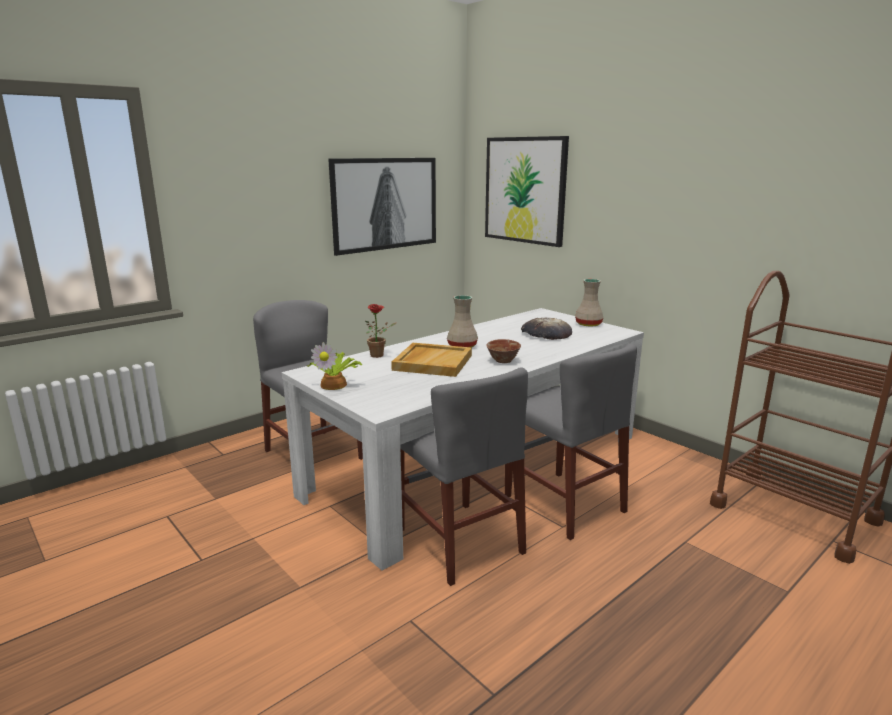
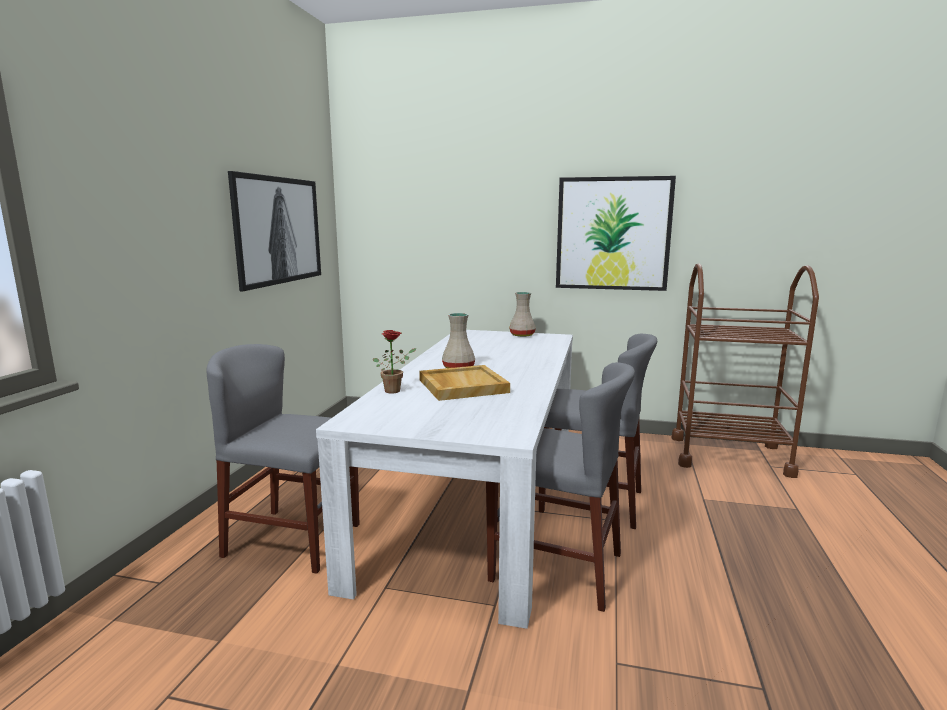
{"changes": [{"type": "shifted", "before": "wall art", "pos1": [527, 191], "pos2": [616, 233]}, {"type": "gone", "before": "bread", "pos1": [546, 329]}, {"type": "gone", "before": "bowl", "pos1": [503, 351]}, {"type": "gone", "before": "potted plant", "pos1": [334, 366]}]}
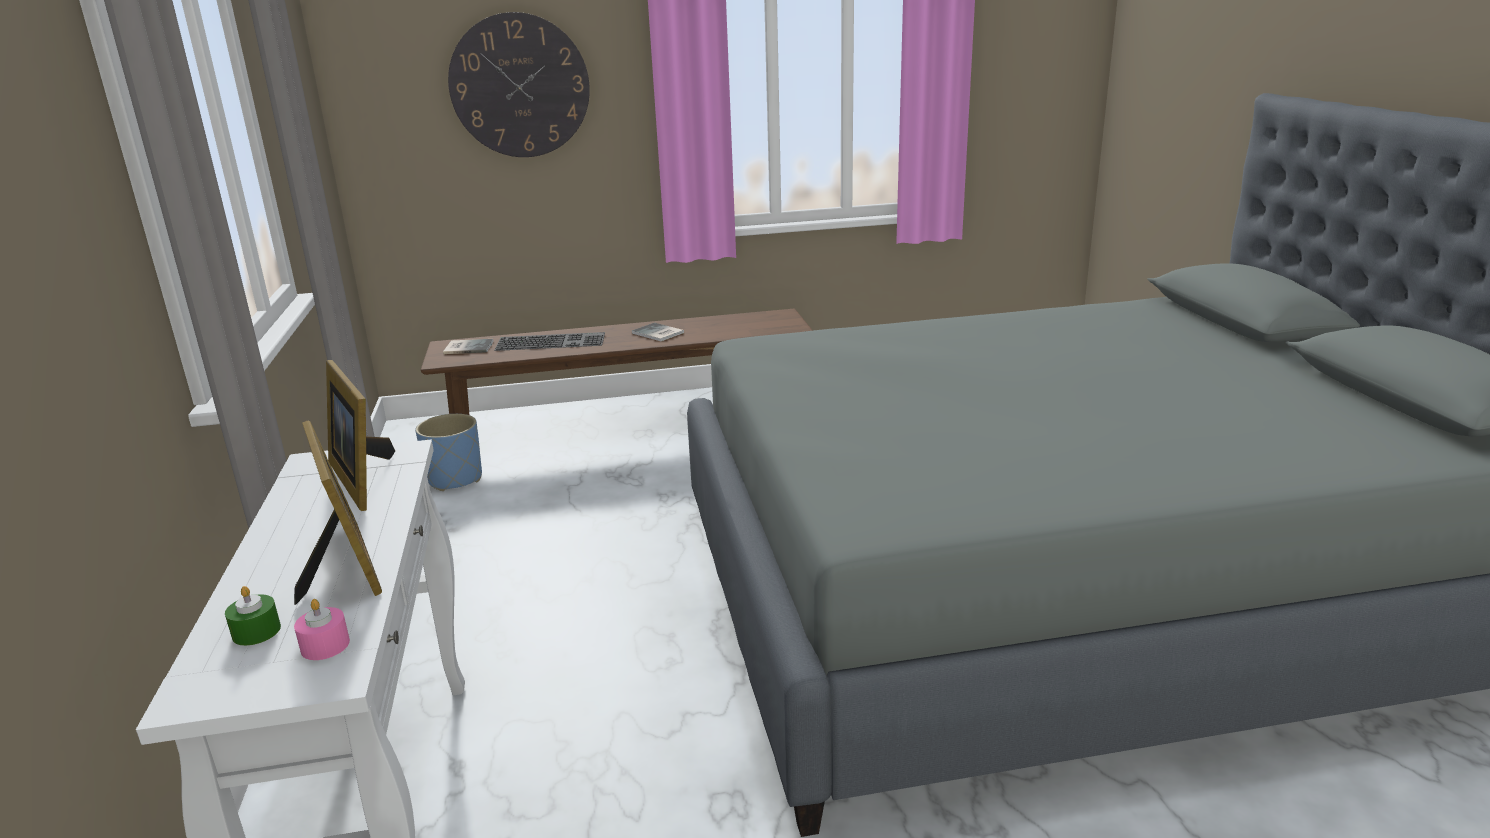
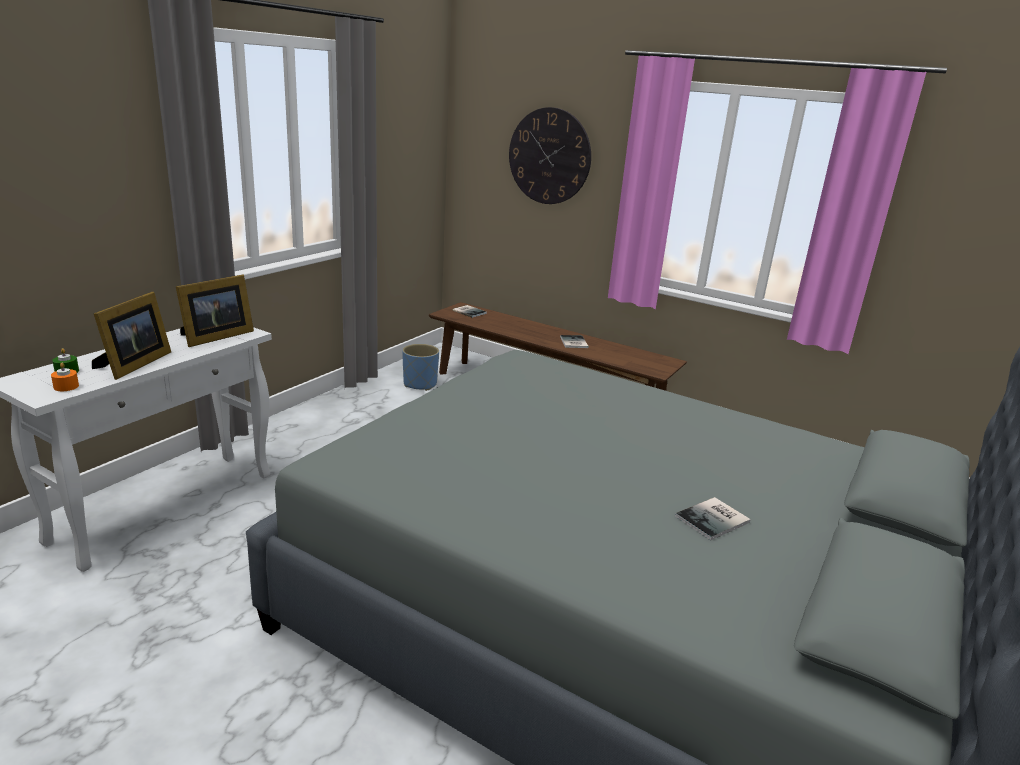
{"changes": [{"type": "gone", "before": "keyboard", "pos1": [549, 341]}, {"type": "rotated", "before": "photo frame", "pos1": [360, 435], "pos2": [215, 311], "turn": -150}, {"type": "repainted", "before": "pinkish candle", "after": "orange-coloured candle", "pos1": [322, 629], "pos2": [65, 376]}, {"type": "new", "after": "book", "pos2": [713, 519]}]}
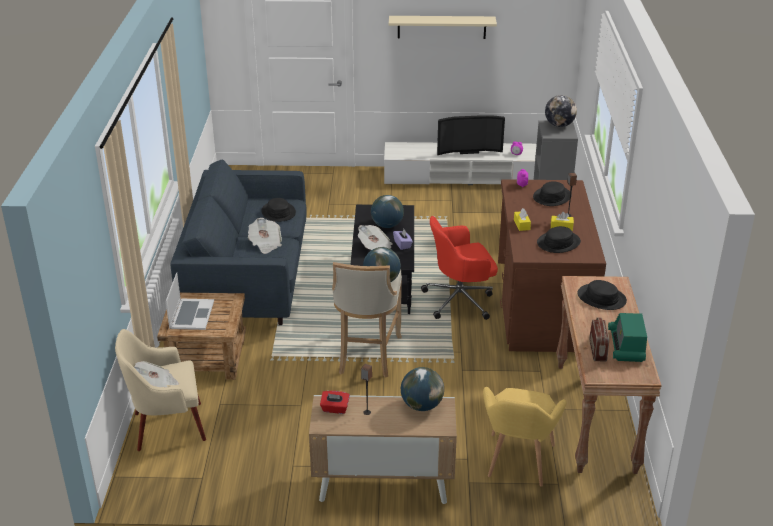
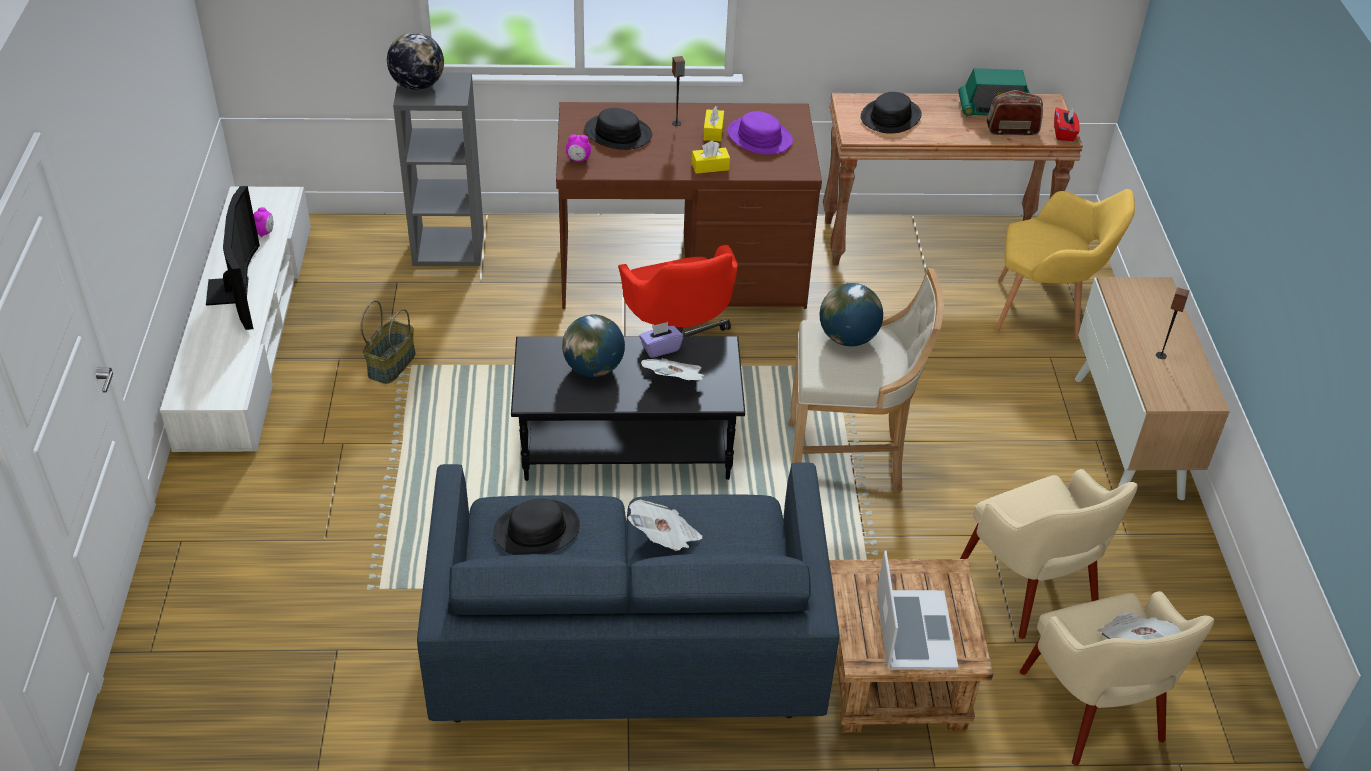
{"changes": [{"type": "gone", "before": "beige-coloured shelf", "pos1": [443, 27]}, {"type": "repainted", "before": "blackish wearable hat", "after": "purplish wearable hat", "pos1": [559, 239], "pos2": [760, 133]}, {"type": "rotated", "before": "notebook computer", "pos1": [190, 301], "pos2": [917, 610], "turn": 90}, {"type": "gone", "before": "world globe", "pos1": [422, 389]}, {"type": "shifted", "before": "red tissue box", "pos1": [335, 402], "pos2": [1067, 124]}, {"type": "new", "after": "household basket", "pos2": [388, 342]}, {"type": "new", "after": "beige-coloured armchair", "pos2": [1048, 554]}]}
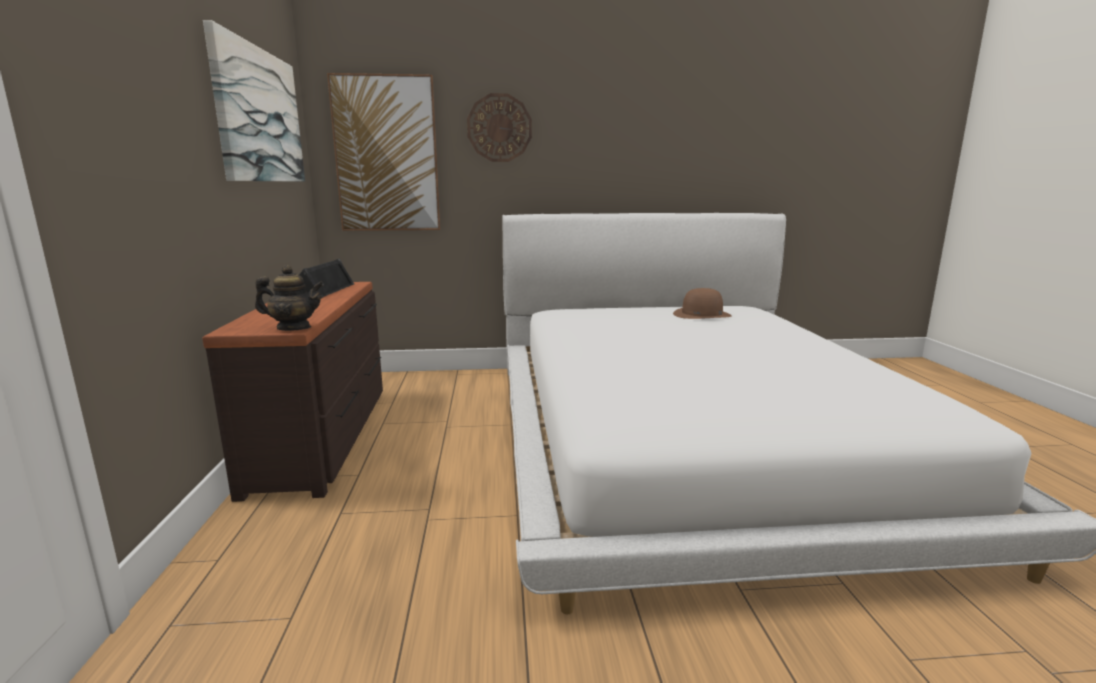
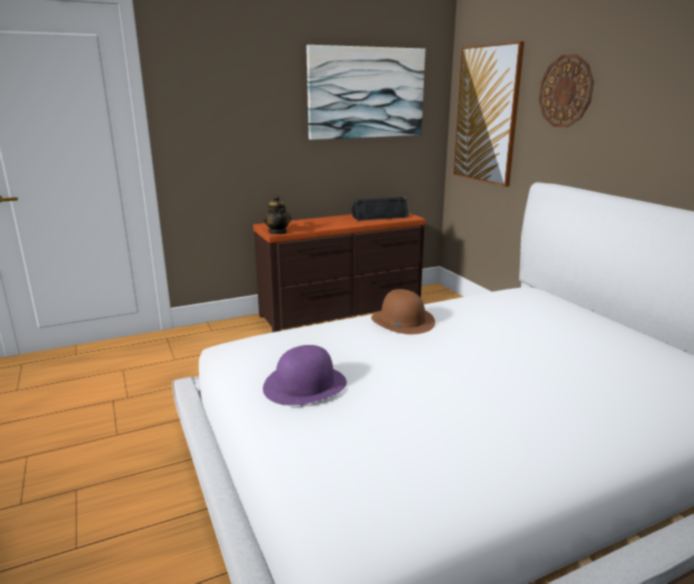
{"changes": [{"type": "shifted", "before": "brown-coloured wearable hat", "pos1": [702, 303], "pos2": [403, 311]}, {"type": "new", "after": "purplish wearable hat", "pos2": [305, 375]}]}
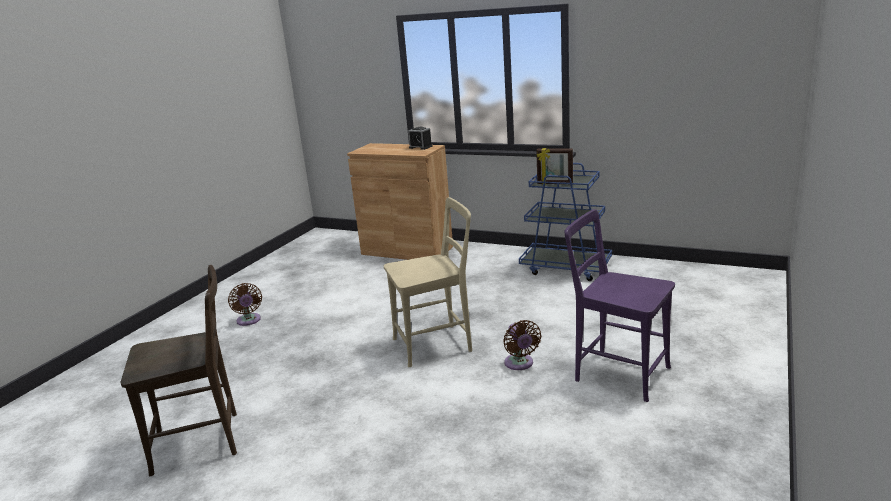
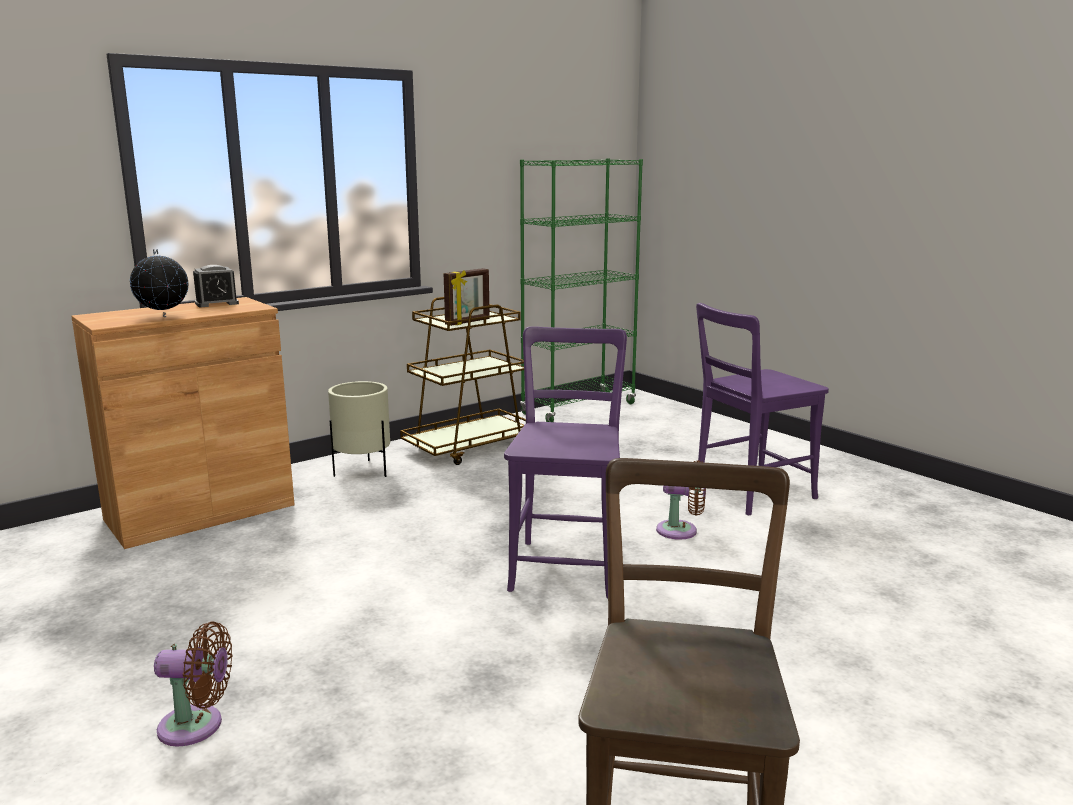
{"changes": [{"type": "repainted", "before": "blue-coloured trolley", "after": "brown-coloured trolley", "pos1": [565, 222], "pos2": [463, 381]}, {"type": "repainted", "before": "beige-coloured chair", "after": "purplish chair", "pos1": [428, 282], "pos2": [565, 462]}, {"type": "new", "after": "green bookcase", "pos2": [581, 290]}, {"type": "new", "after": "world globe", "pos2": [159, 283]}, {"type": "new", "after": "beige-coloured plant pot", "pos2": [359, 429]}]}
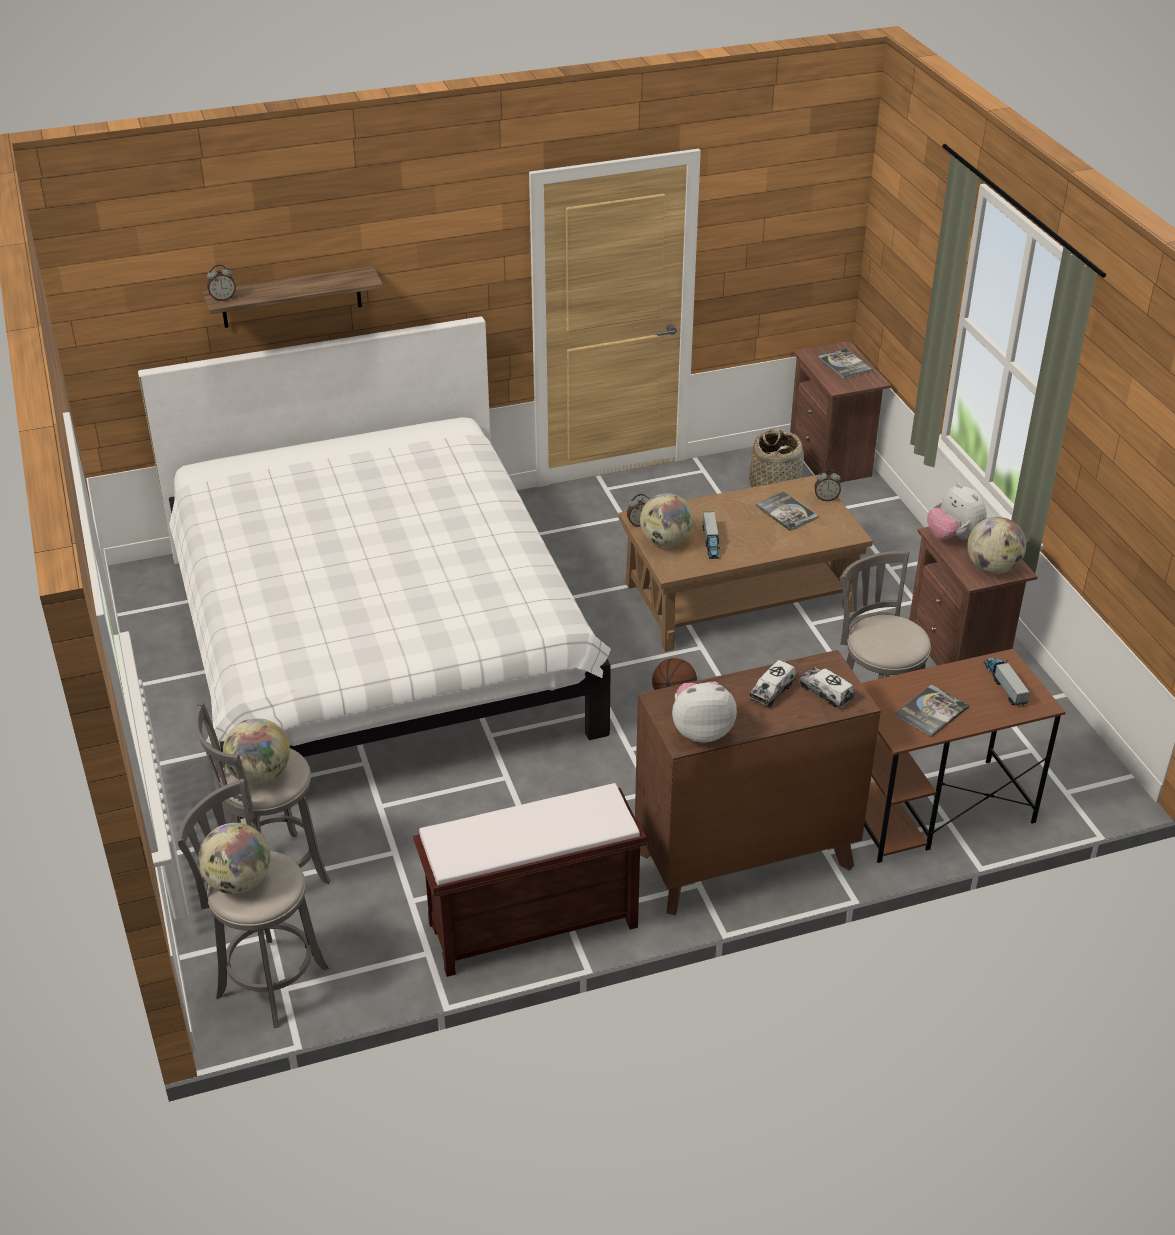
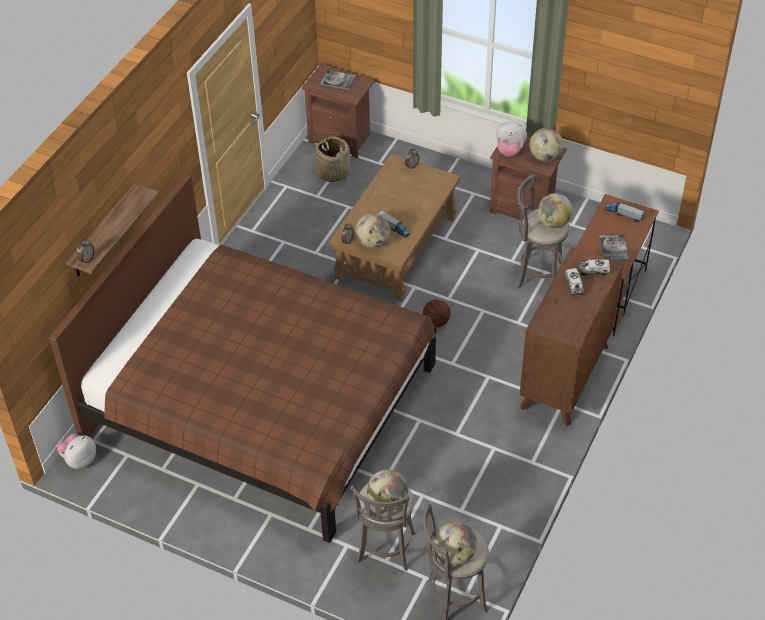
{"changes": [{"type": "repainted", "before": "white bedroom bed", "after": "brown-coloured bedroom bed", "pos1": [374, 567], "pos2": [242, 359]}, {"type": "gone", "before": "book", "pos1": [787, 511]}, {"type": "shifted", "before": "plush toy", "pos1": [704, 712], "pos2": [76, 451]}, {"type": "gone", "before": "brown-coloured long seat", "pos1": [530, 880]}, {"type": "new", "after": "world globe", "pos2": [555, 210]}]}
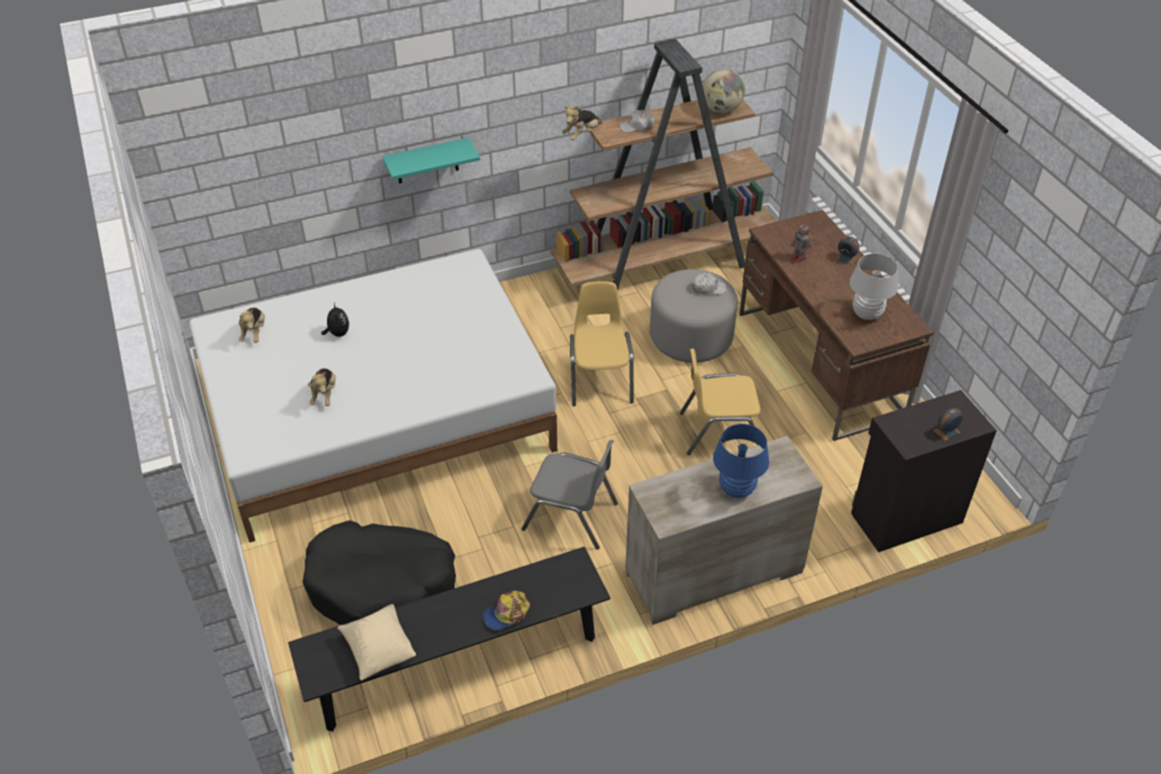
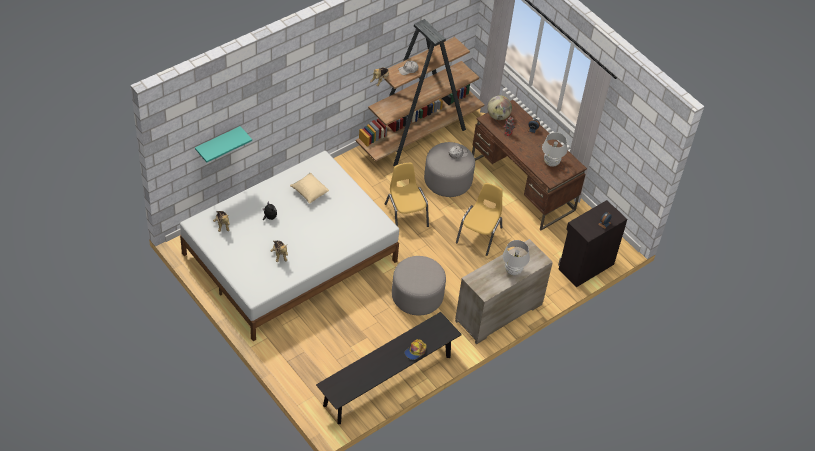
{"changes": [{"type": "shifted", "before": "world globe", "pos1": [723, 91], "pos2": [499, 107]}, {"type": "shifted", "before": "turquoise shelf", "pos1": [431, 161], "pos2": [223, 144]}, {"type": "rotated", "before": "yellowish chair", "pos1": [720, 402], "pos2": [479, 219], "turn": 135}, {"type": "repainted", "before": "blue-coloured table lamp", "after": "white table lamp", "pos1": [741, 461], "pos2": [516, 257]}, {"type": "swapped", "before": "gray chair", "after": "gray footrest", "pos1": [569, 495], "pos2": [419, 286]}, {"type": "gone", "before": "blackish dog bed", "pos1": [379, 572]}, {"type": "shifted", "before": "beige-coloured pillow", "pos1": [376, 642], "pos2": [309, 188]}]}
